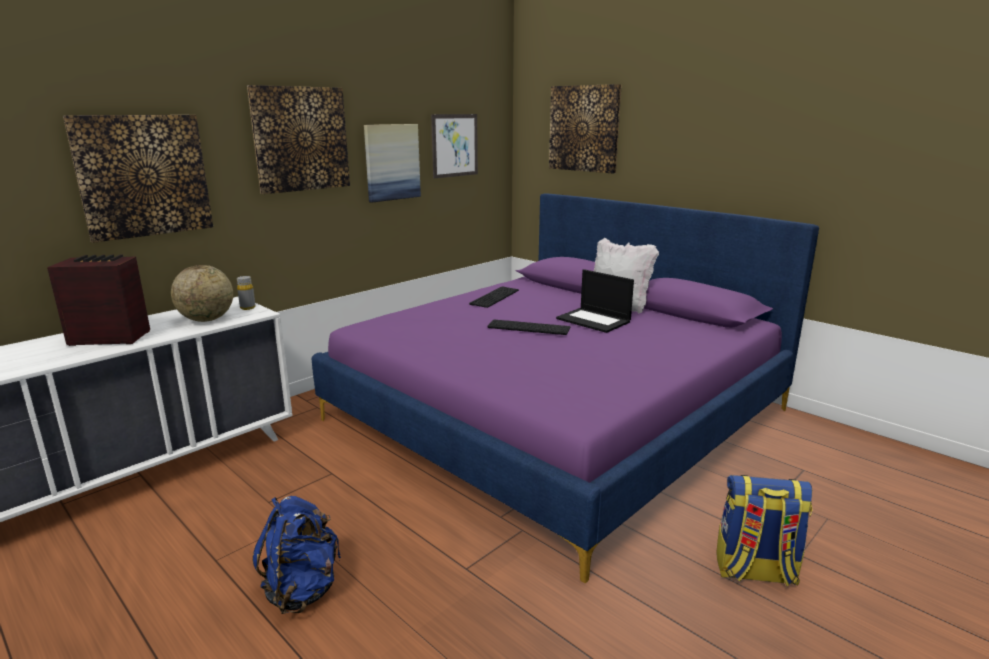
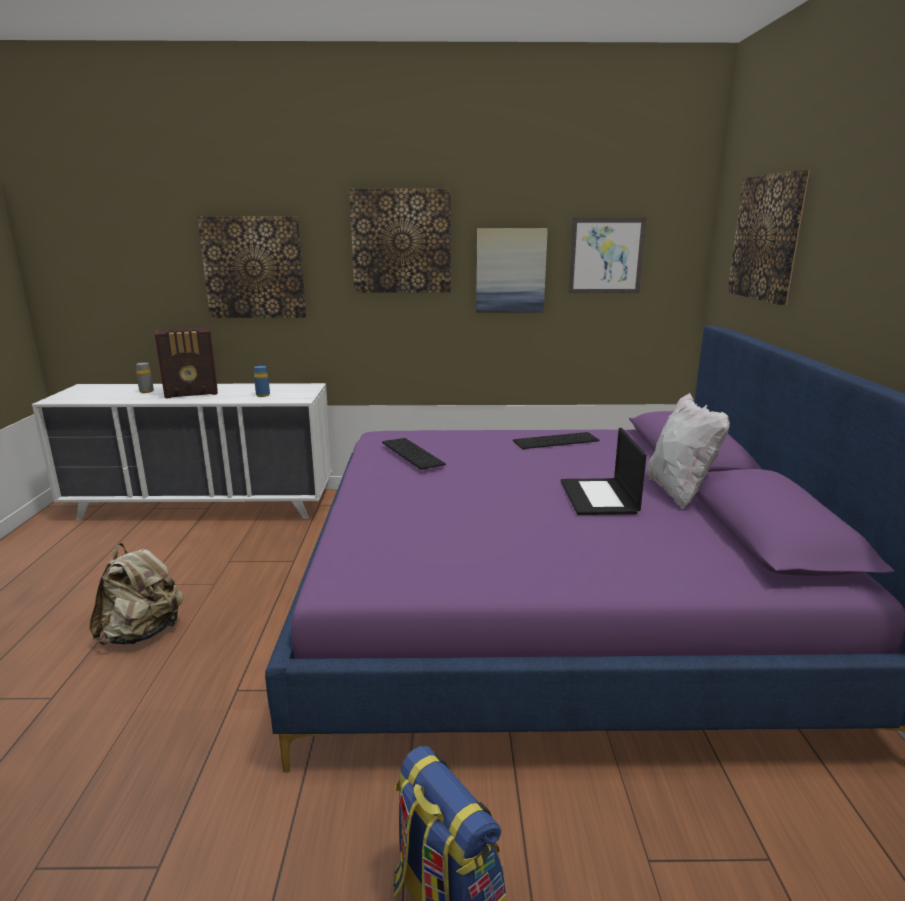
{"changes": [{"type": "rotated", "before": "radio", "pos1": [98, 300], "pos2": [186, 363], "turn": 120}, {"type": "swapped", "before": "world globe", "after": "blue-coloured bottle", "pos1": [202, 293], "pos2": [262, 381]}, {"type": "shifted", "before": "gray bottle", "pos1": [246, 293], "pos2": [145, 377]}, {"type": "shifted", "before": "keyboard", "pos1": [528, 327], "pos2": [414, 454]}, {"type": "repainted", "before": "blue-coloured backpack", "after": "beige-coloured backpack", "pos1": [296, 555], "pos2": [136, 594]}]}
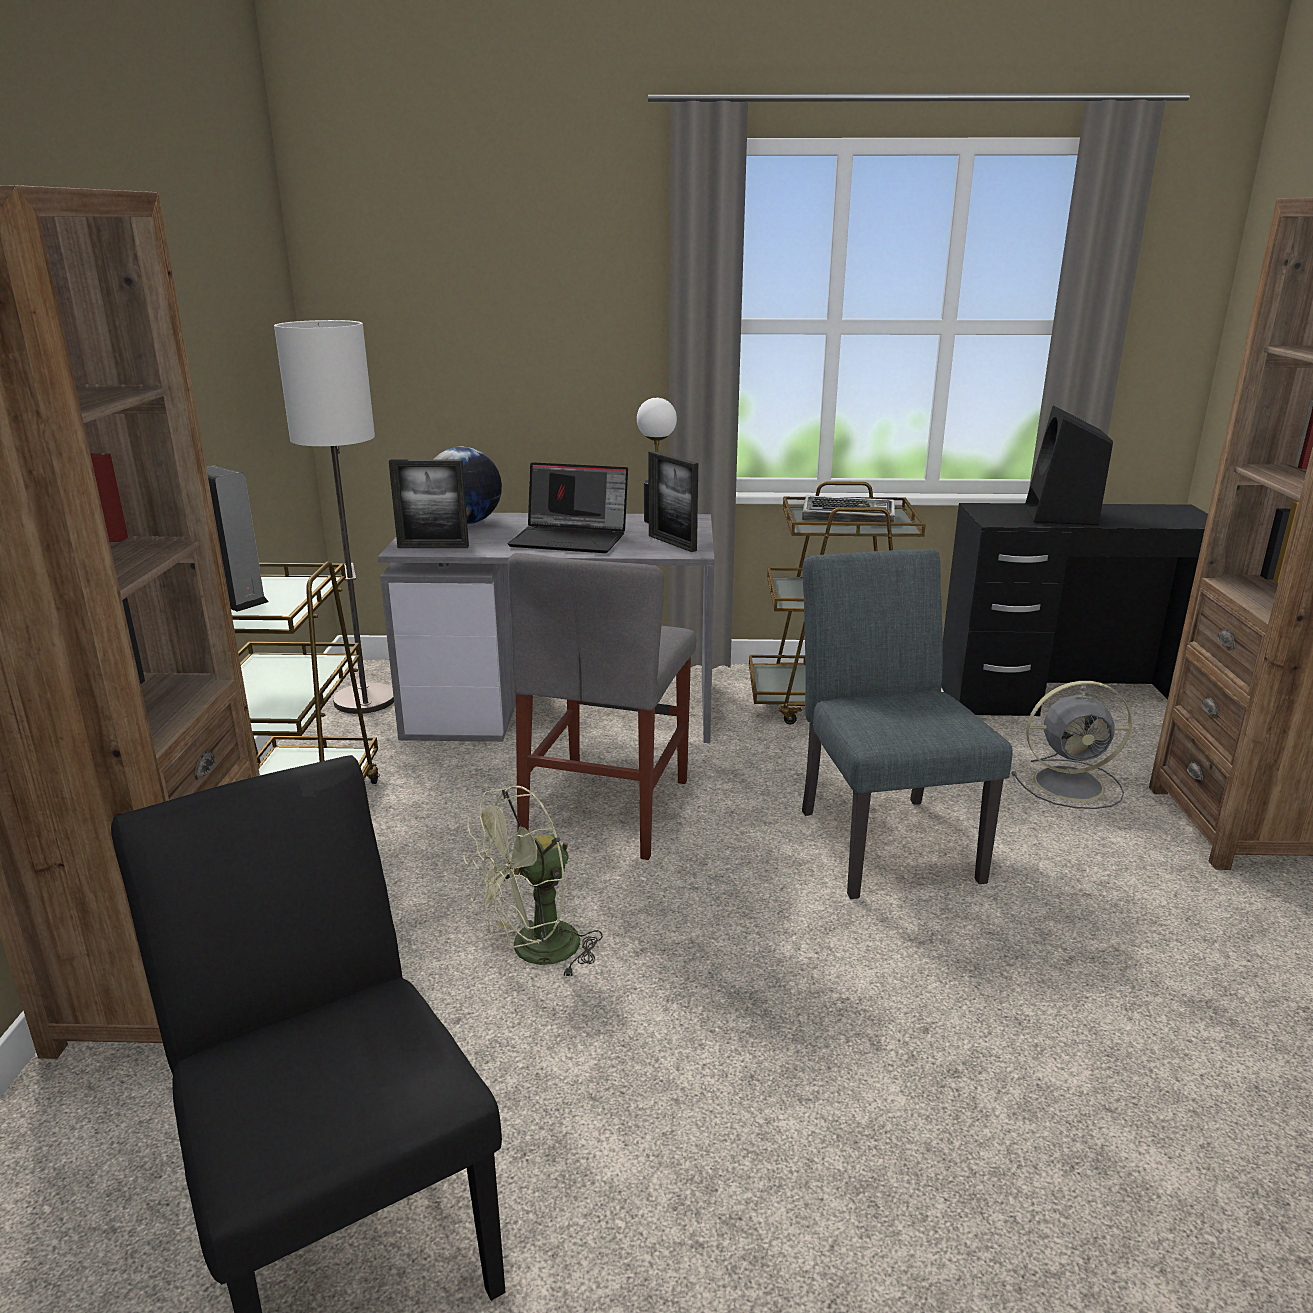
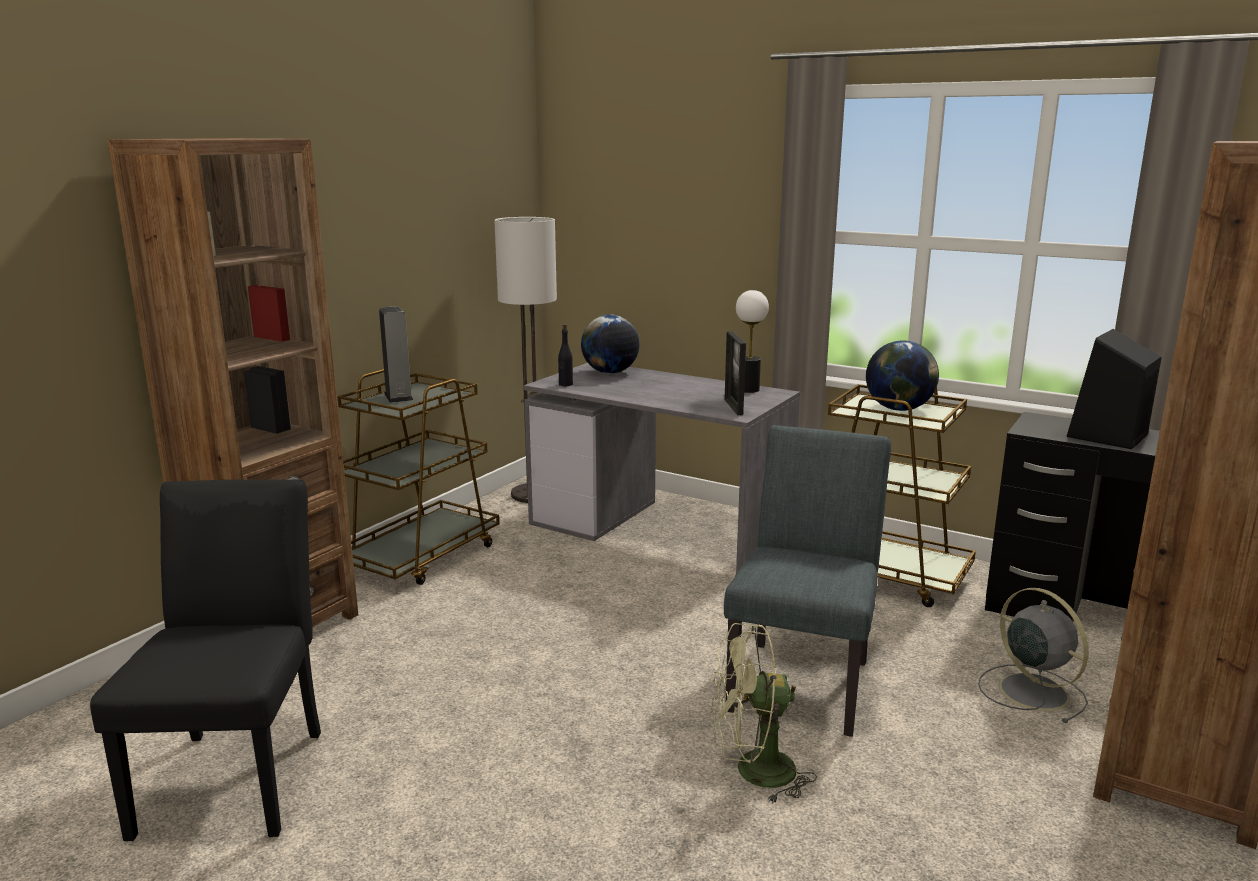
{"changes": [{"type": "swapped", "before": "photo frame", "after": "blackish bottle", "pos1": [429, 503], "pos2": [565, 355]}, {"type": "gone", "before": "notebook computer", "pos1": [567, 507]}, {"type": "swapped", "before": "keyboard", "after": "world globe", "pos1": [848, 508], "pos2": [902, 376]}, {"type": "gone", "before": "gray chair", "pos1": [602, 706]}, {"type": "rotated", "before": "gray electric fan", "pos1": [1071, 745], "pos2": [1033, 655], "turn": -150}, {"type": "shifted", "before": "green electric fan", "pos1": [533, 882], "pos2": [764, 713]}]}
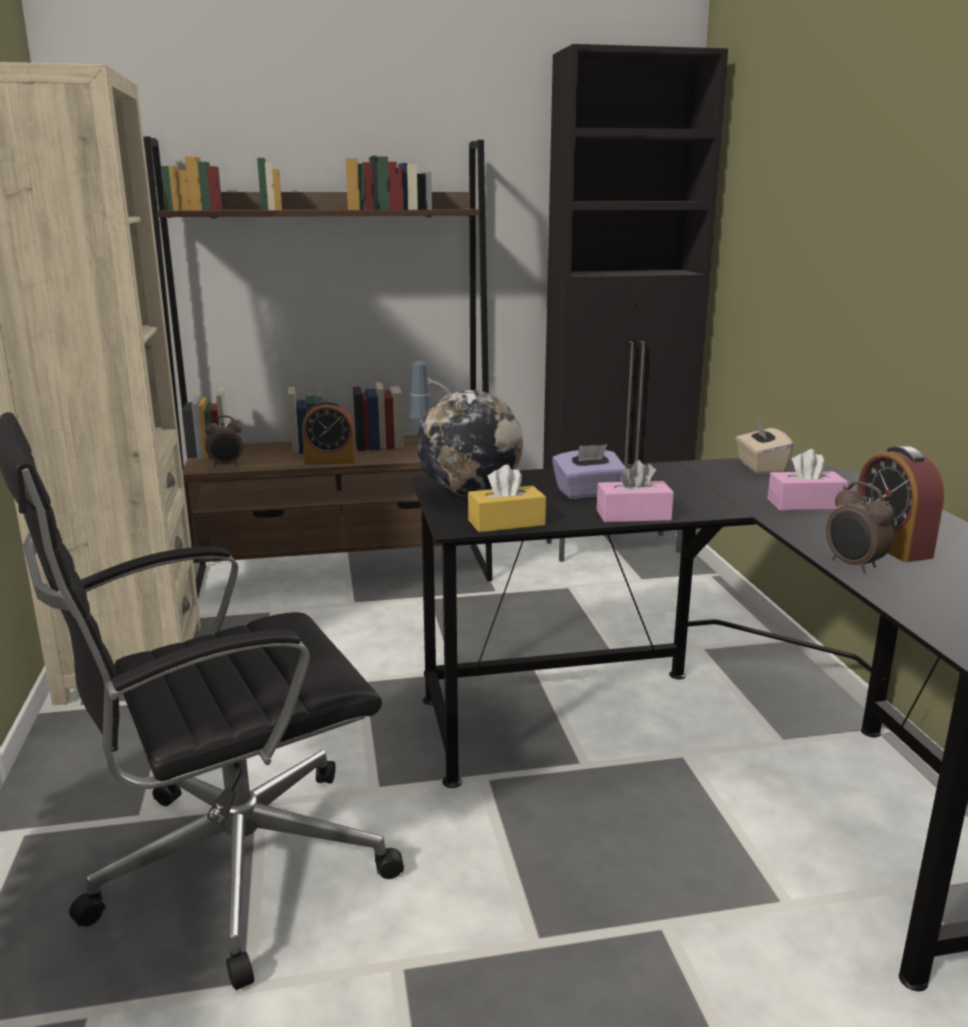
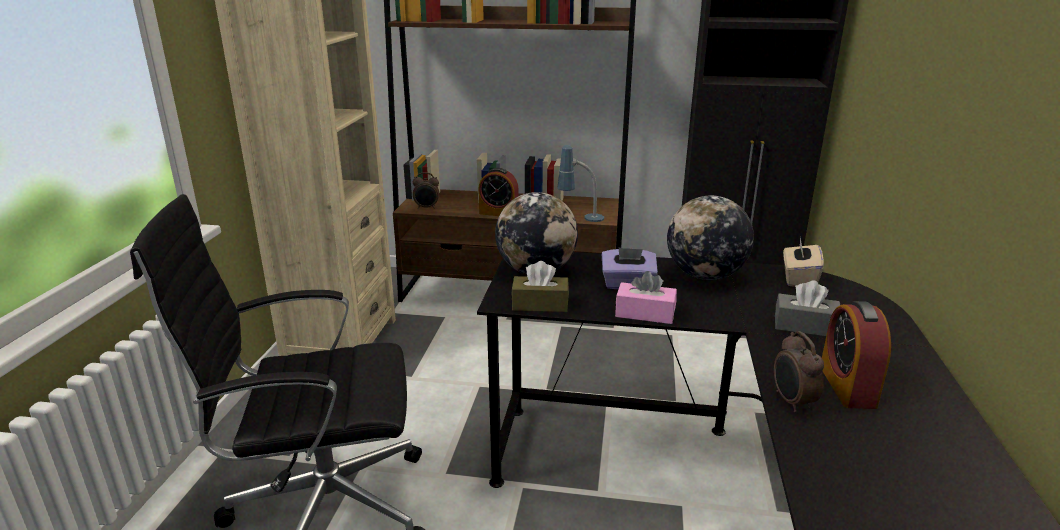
{"changes": [{"type": "repainted", "before": "pinkish tissue box", "after": "gray tissue box", "pos1": [808, 480], "pos2": [807, 308]}, {"type": "repainted", "before": "yellowish tissue box", "after": "brown-coloured tissue box", "pos1": [507, 498], "pos2": [540, 286]}, {"type": "new", "after": "world globe", "pos2": [710, 237]}]}
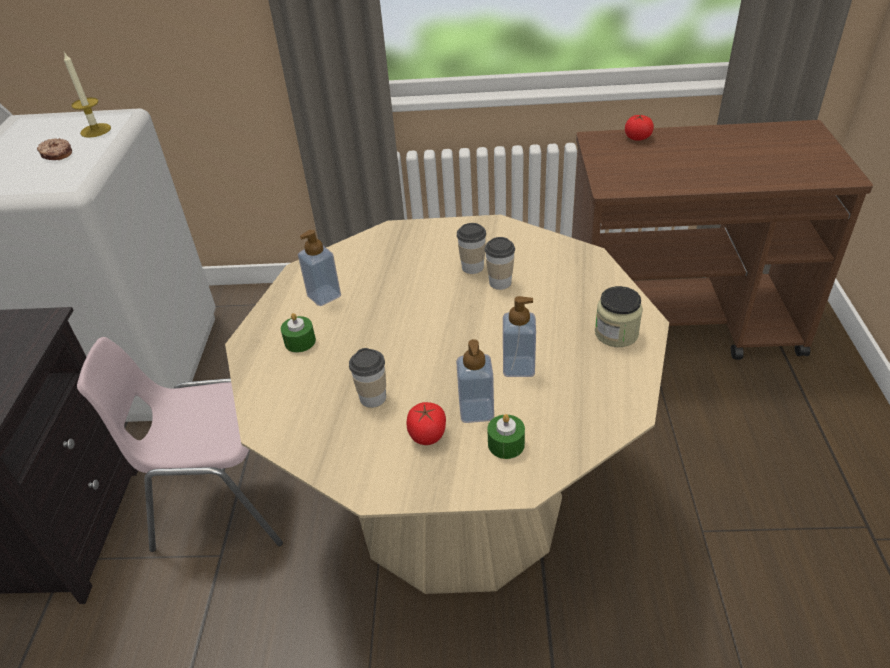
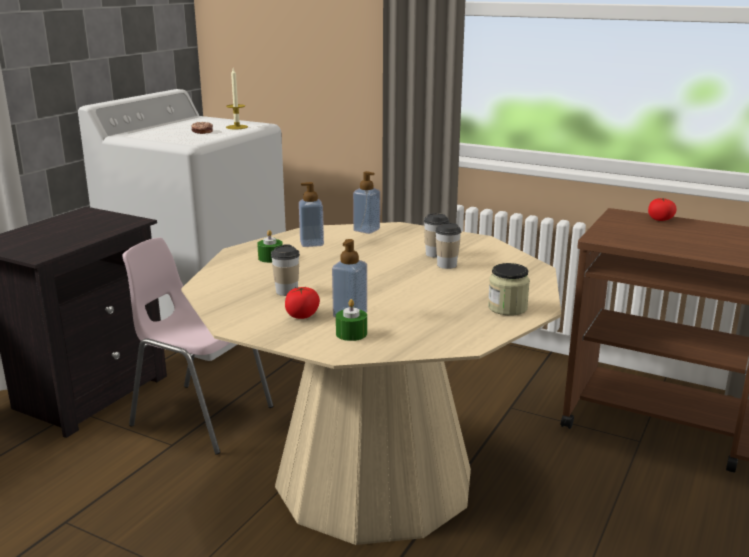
{"changes": [{"type": "shifted", "before": "liquid soap bottle", "pos1": [519, 336], "pos2": [366, 202]}]}
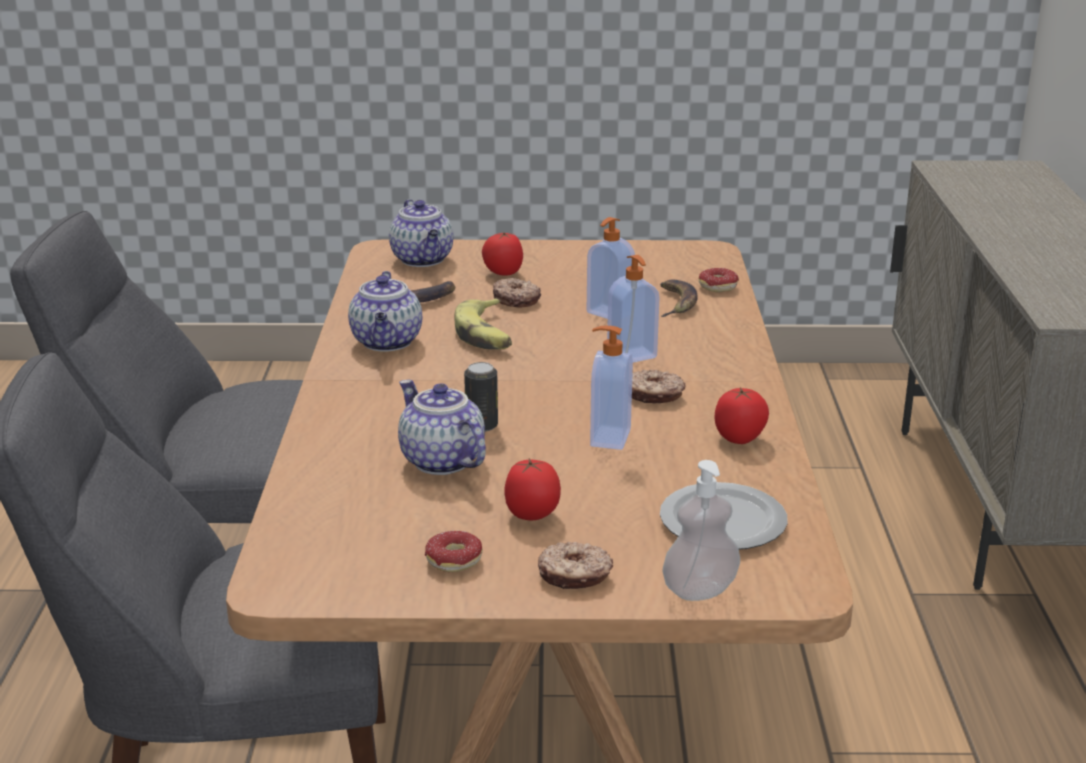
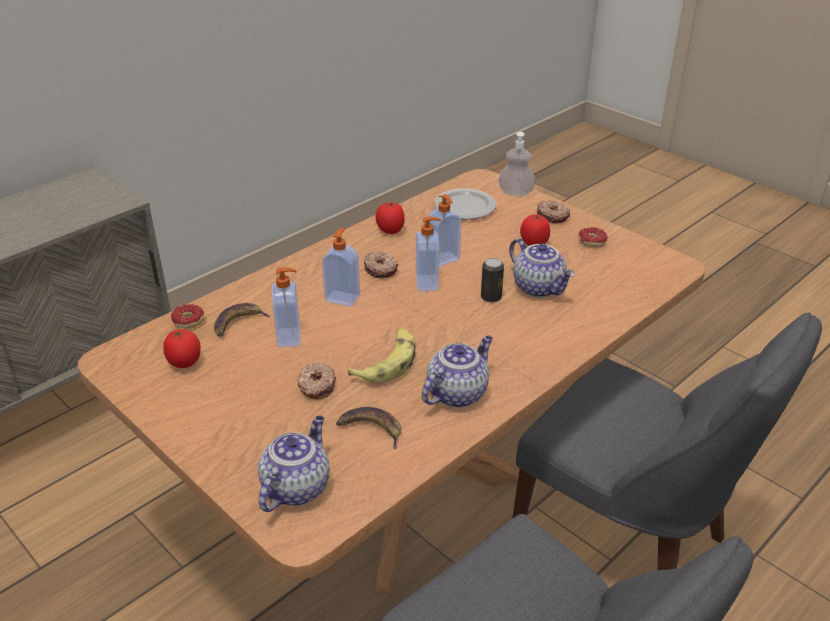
{"changes": [{"type": "shifted", "before": "fresh tomato", "pos1": [502, 254], "pos2": [182, 348]}, {"type": "rotated", "before": "pot for tea", "pos1": [442, 427], "pos2": [542, 268], "turn": -45}, {"type": "new", "after": "liquid soap bottle", "pos2": [428, 254]}]}
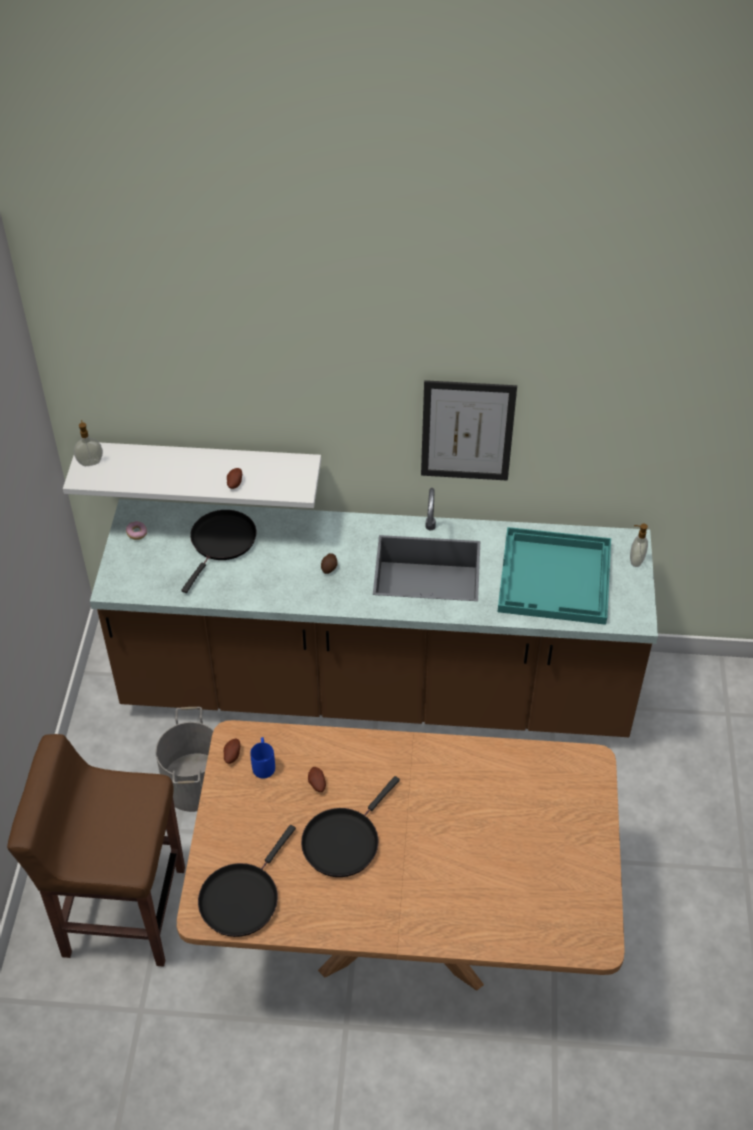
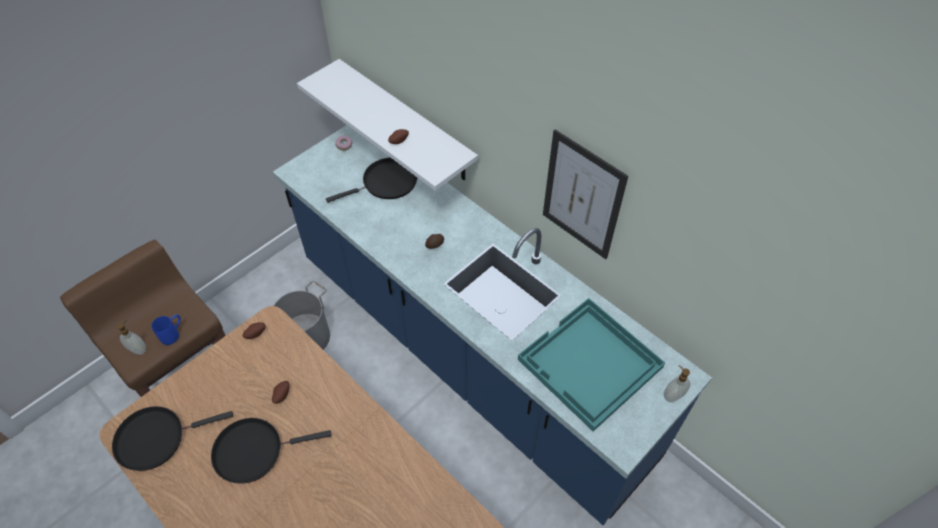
{"changes": [{"type": "shifted", "before": "liquid soap bottle", "pos1": [88, 443], "pos2": [131, 337]}, {"type": "repainted", "before": "brown-coloured kitchen counter", "after": "blue-coloured kitchen counter", "pos1": [374, 612], "pos2": [492, 325]}, {"type": "shifted", "before": "blue-coloured tea mug", "pos1": [262, 758], "pos2": [166, 329]}]}
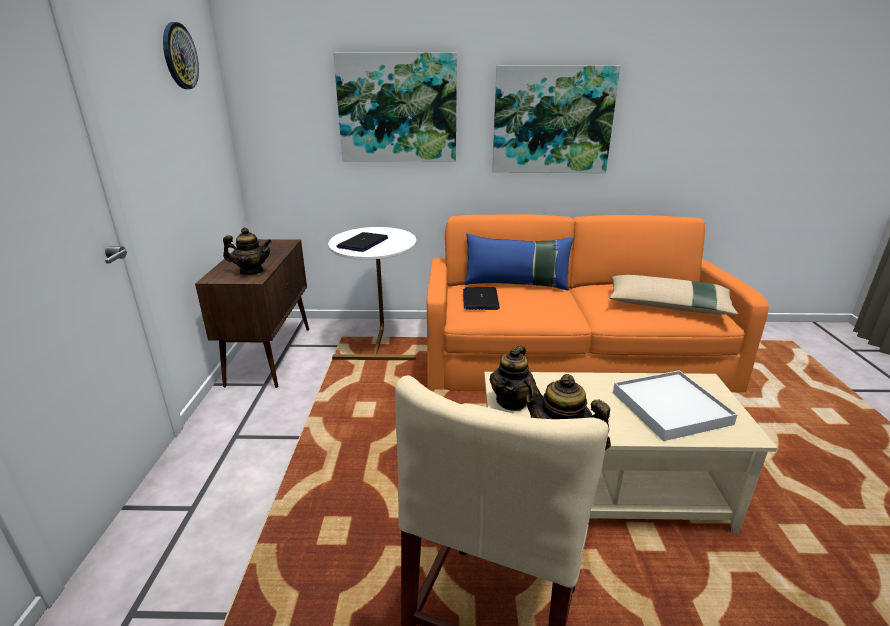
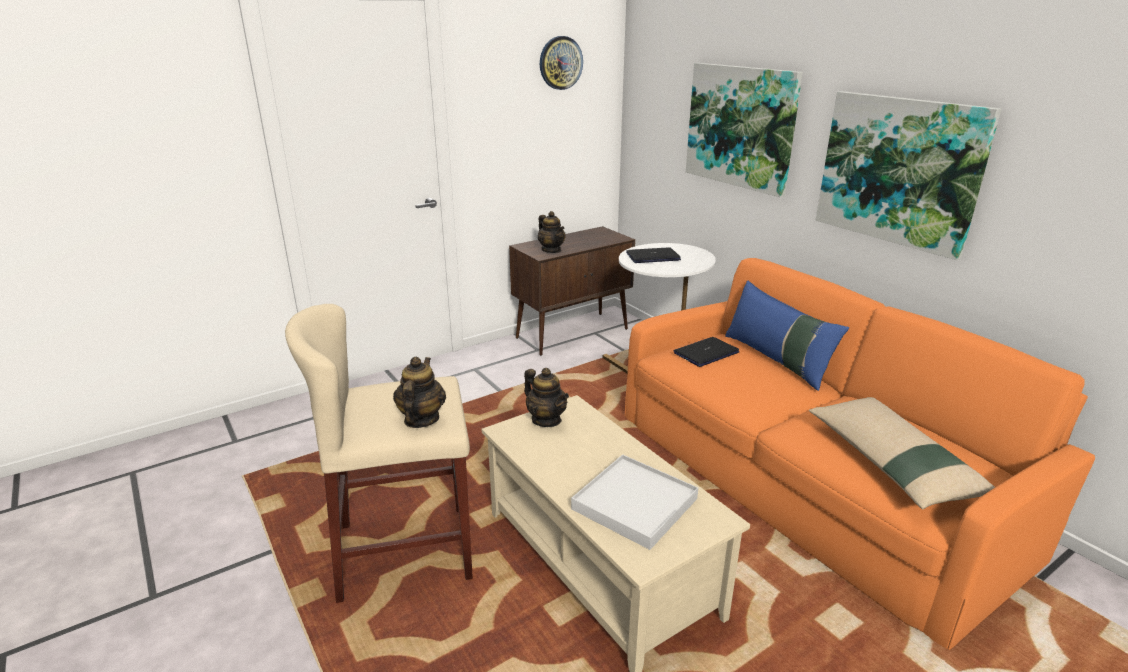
{"changes": [{"type": "rotated", "before": "pot for tea", "pos1": [513, 378], "pos2": [546, 397], "turn": -120}]}
